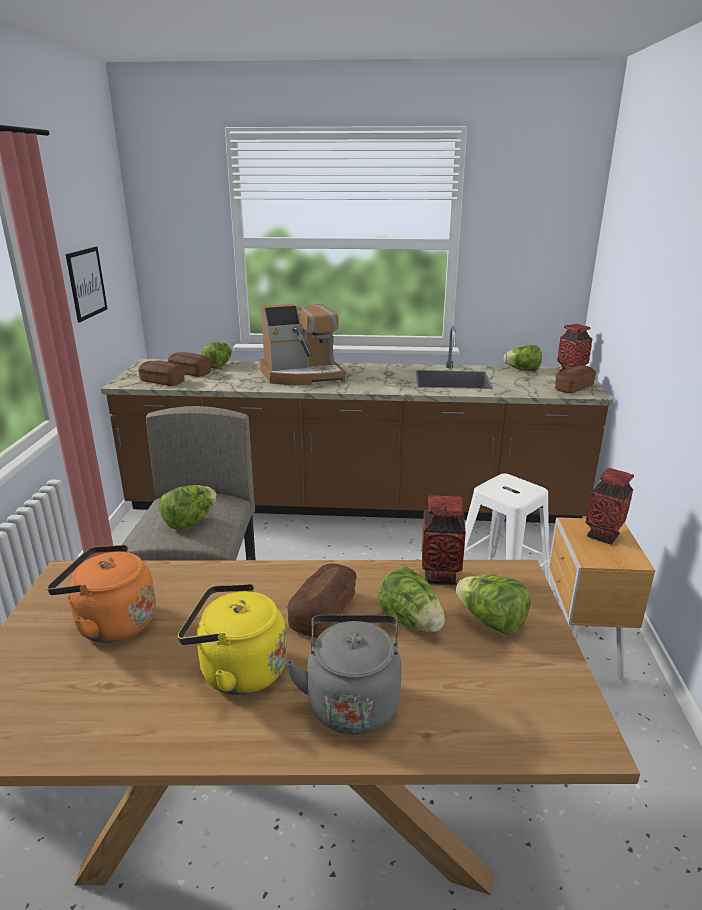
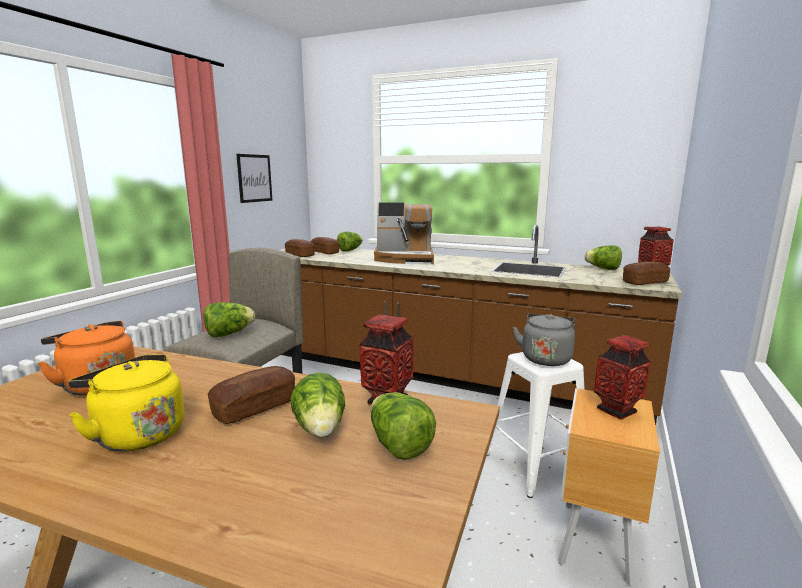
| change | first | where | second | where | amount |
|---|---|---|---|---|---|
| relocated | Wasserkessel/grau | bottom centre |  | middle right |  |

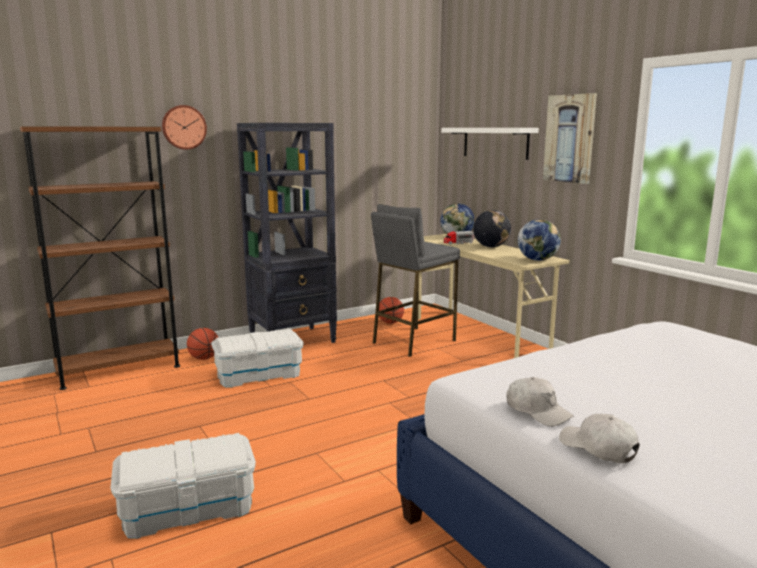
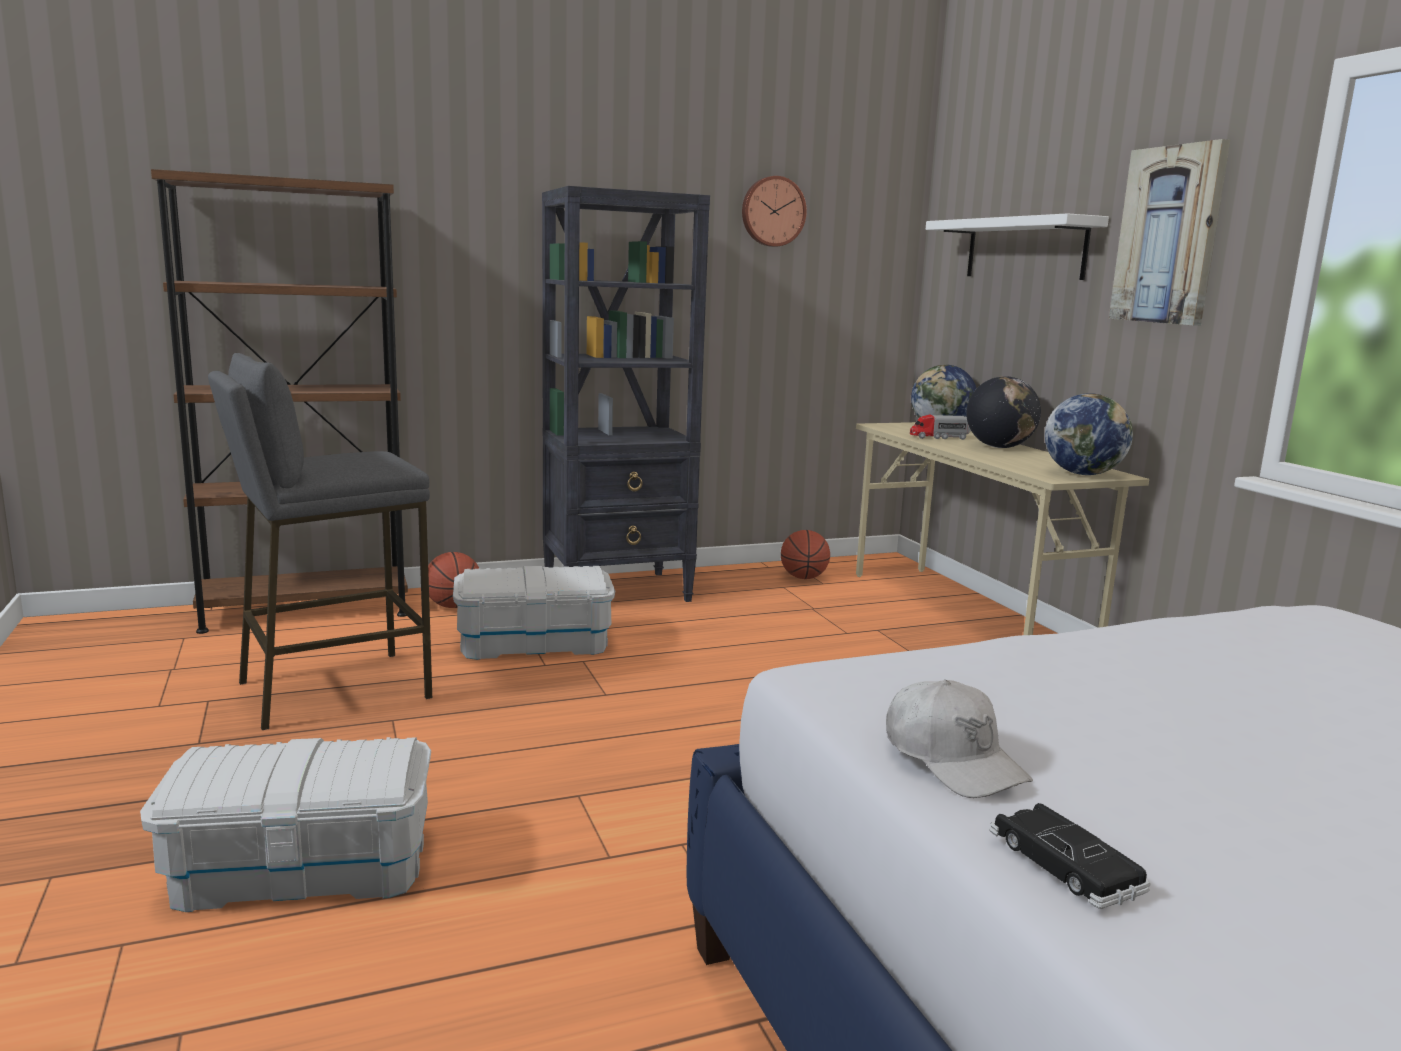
| change | first | where | second | where | amount |
|---|---|---|---|---|---|
| relocated | Hocker/grau | centre |  | middle left |  |
| relocated | Wanduhr | top left |  | top centre |  |
| exchanged | Kappe/weiß (no. 2 from left) | bottom right | Spielzeugauto/schwarz | bottom right |  |

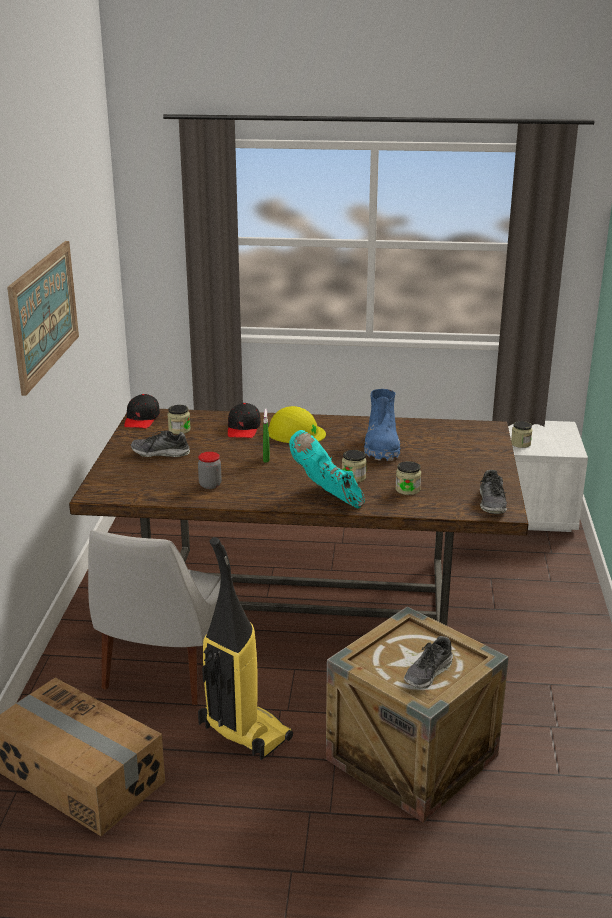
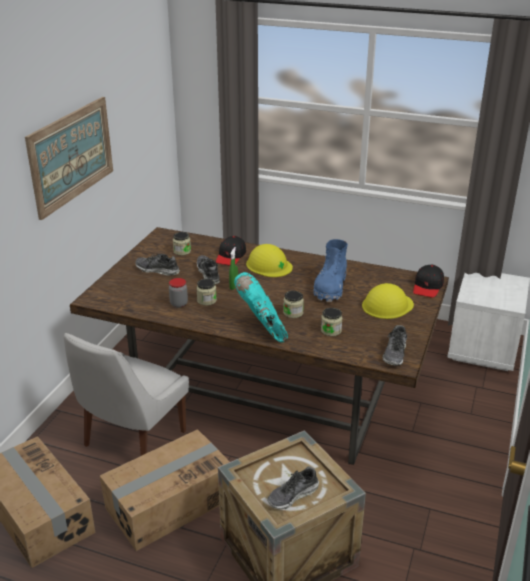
| change | first | where | second | where | amount |
|---|---|---|---|---|---|
| exchanged | Staubsauger | bottom centre | Karton (no. 2 from left) | bottom left |  |
| relocated | Vorratsglas (no. 5 from left in the first image) | middle right | Vorratsglas (no. 3 from left) | centre |  |
| appeared |  |  | Schuh (no. 2 from left) | centre |  |
| appeared |  |  | Schutzhelm/gelb (no. 2 from left) | middle right |  |
| relocated | Kappe/schwarz (no. 1 from left in the first image) | middle left | Kappe/schwarz (no. 2 from left) | middle right |  |

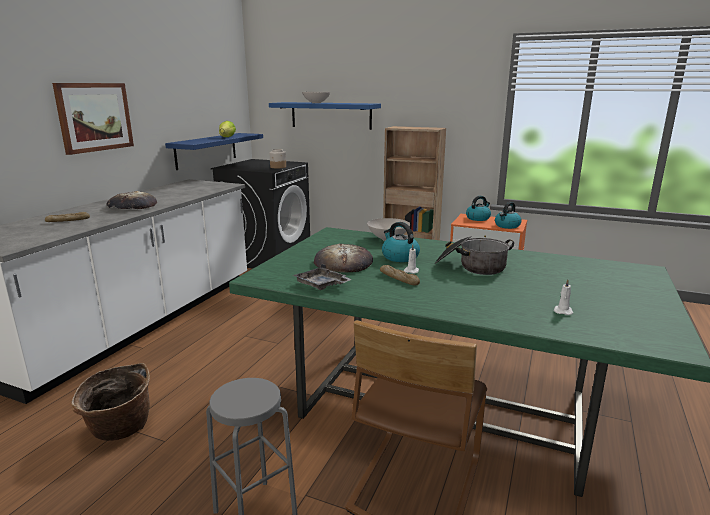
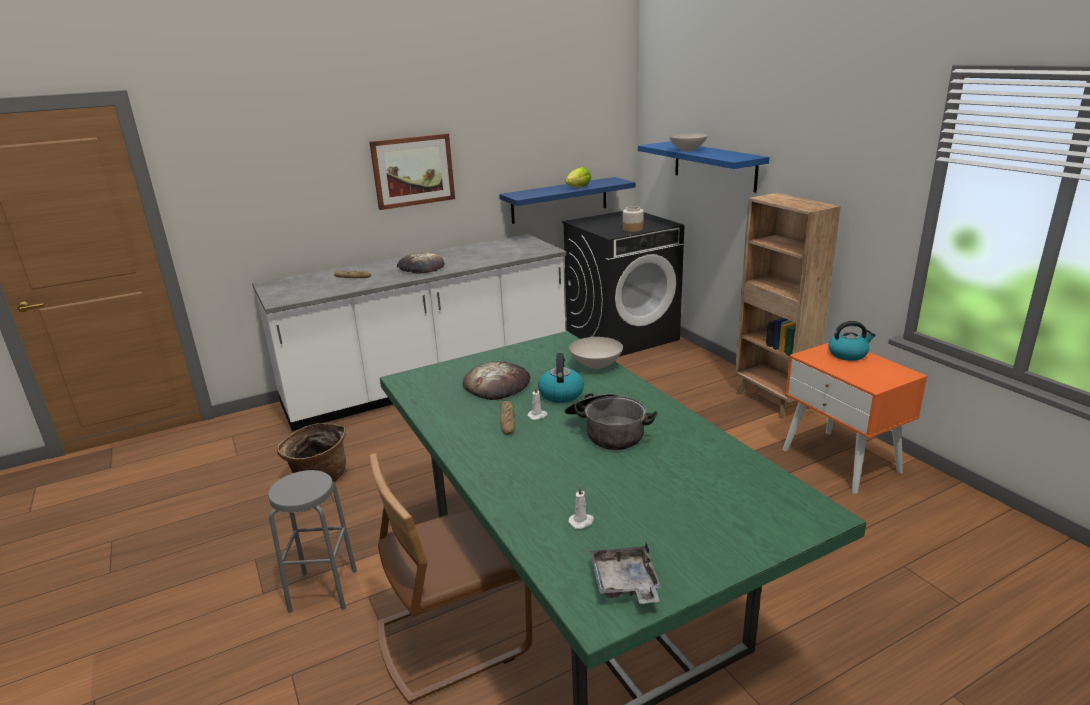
| change | first | where | second | where | amount |
|---|---|---|---|---|---|
| relocated | Tablett/grau | centre |  | bottom centre |  |
| missing | Wasserkessel (no. 3 from left) | middle right |  |  |  |

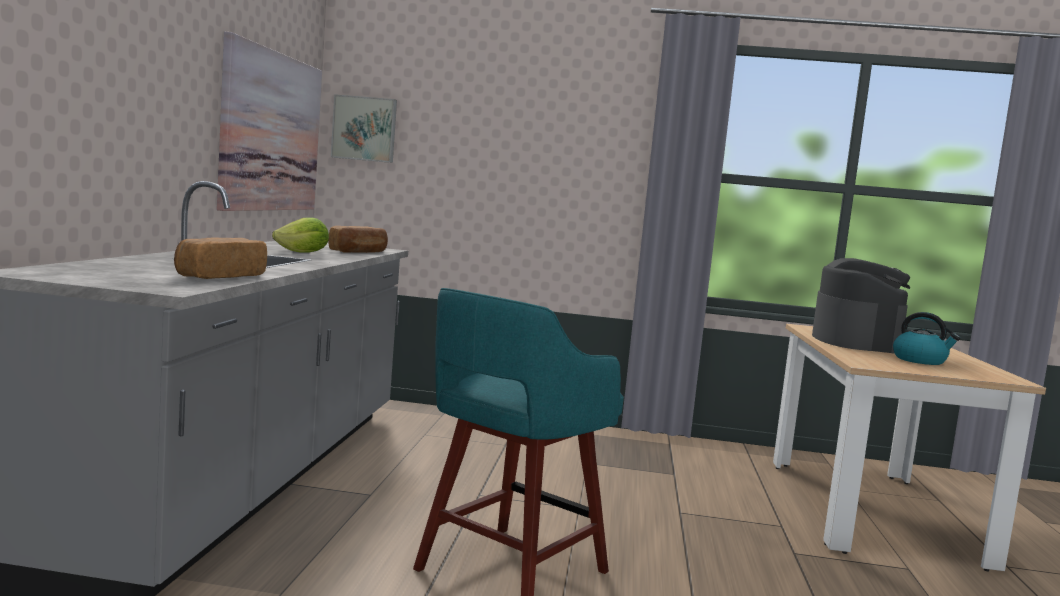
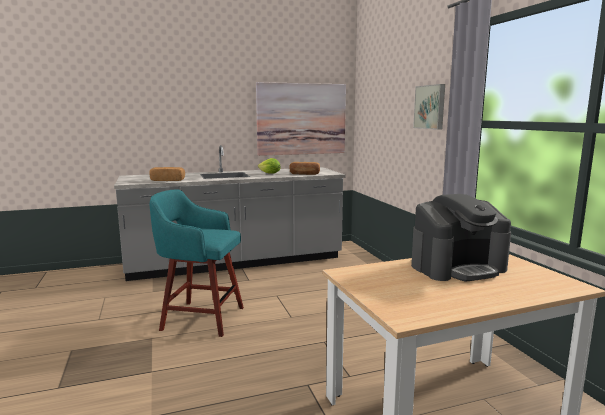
| change | first | where | second | where | amount |
|---|---|---|---|---|---|
| relocated | Bild (no. 2 from left) | top centre |  | top right |  |
| missing | Wasserkessel | middle right |  |  |  |

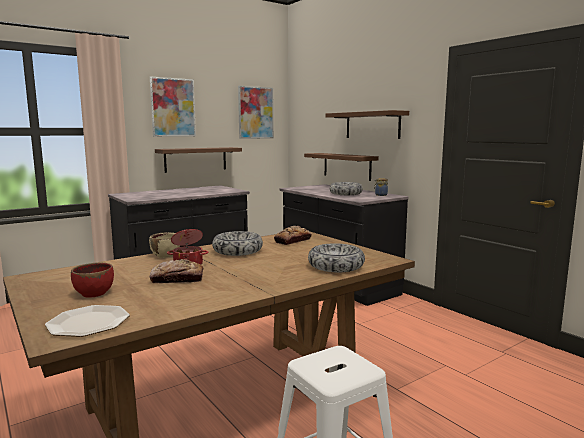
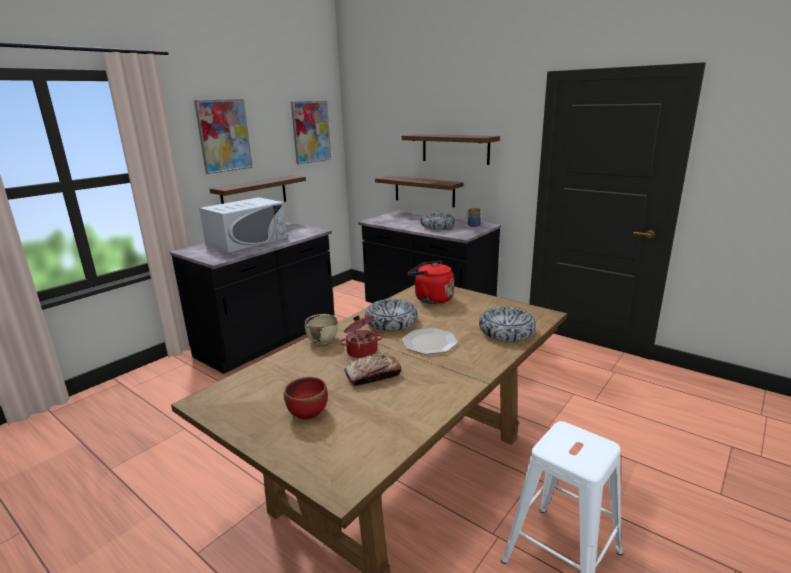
| change | first | where | second | where | amount |
|---|---|---|---|---|---|
| appeared |  |  | Mikrowelle/weiß | middle left |  |
| relocated | Teller | bottom left |  | centre |  |
| exchanged | Brot (no. 2 from left) | centre | Wasserkessel/rot | centre |  |

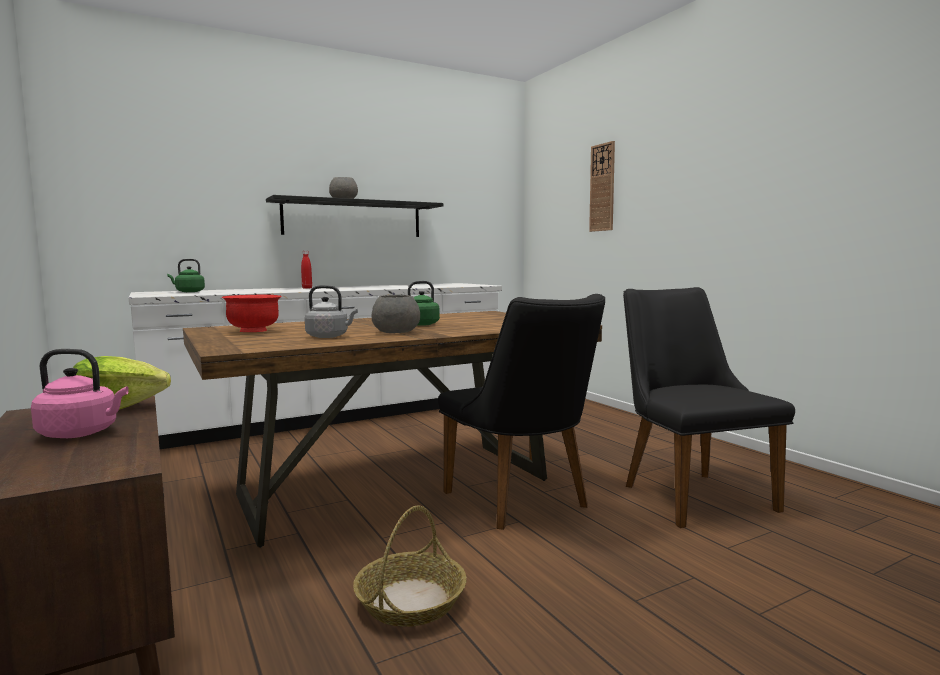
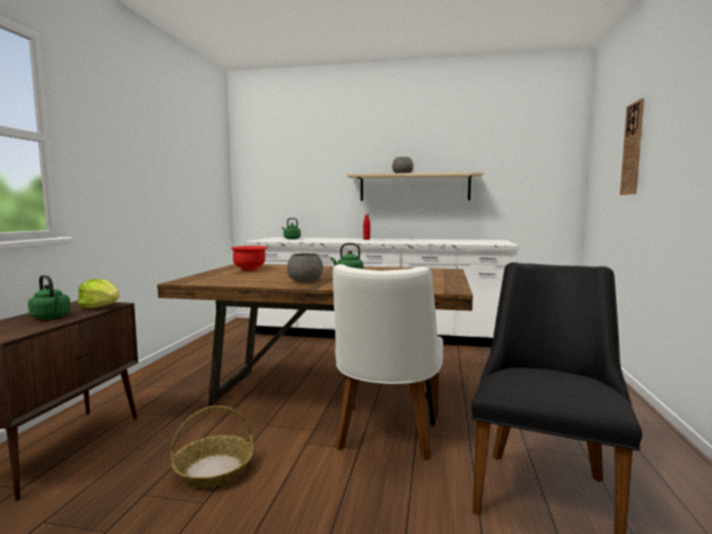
| change | first | where | second | where | amount |
|---|---|---|---|---|---|
| colour | Wasserkessel/rosa | middle left | Wasserkessel/grün (no. 1 from left) | middle left |  |
| colour | Stuhl/schwarz (no. 1 from left) | centre | Stuhl/weiß | bottom centre |  |
| colour | Wandregal/schwarz | top centre | Wandregal/beige | centre |  |
| missing | Wasserkessel/grau | centre |  |  |  |

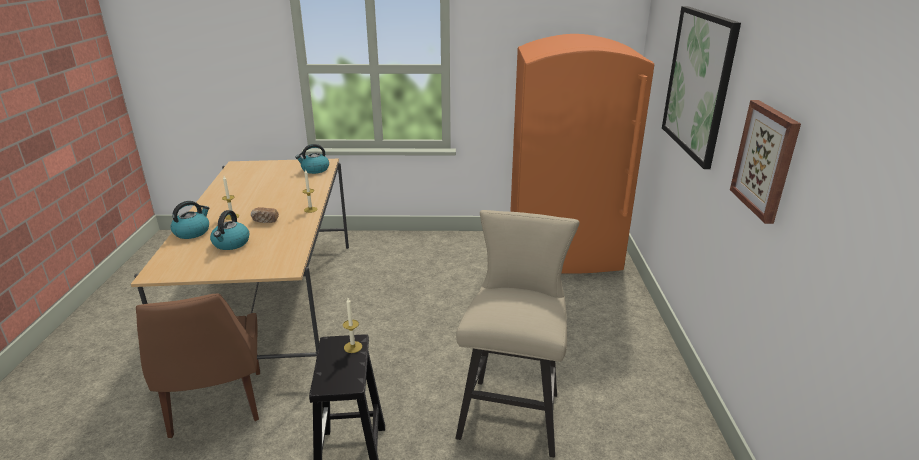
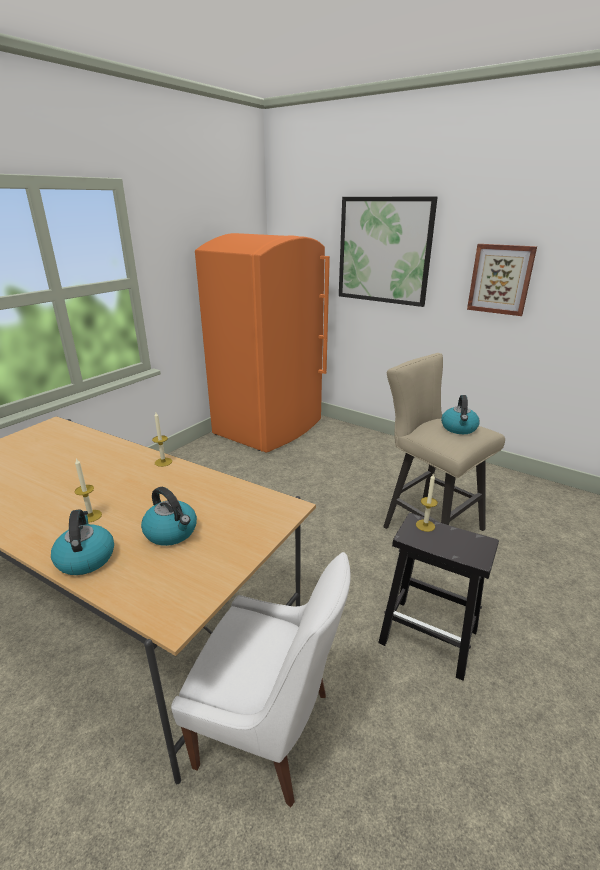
| change | first | where | second | where | amount |
|---|---|---|---|---|---|
| colour | Stuhl/braun | bottom left | Stuhl/weiß | bottom centre |  |
| relocated | Wasserkessel (no. 3 from left) | centre |  | middle right |  |
| missing | Brot | middle left |  |  |  |

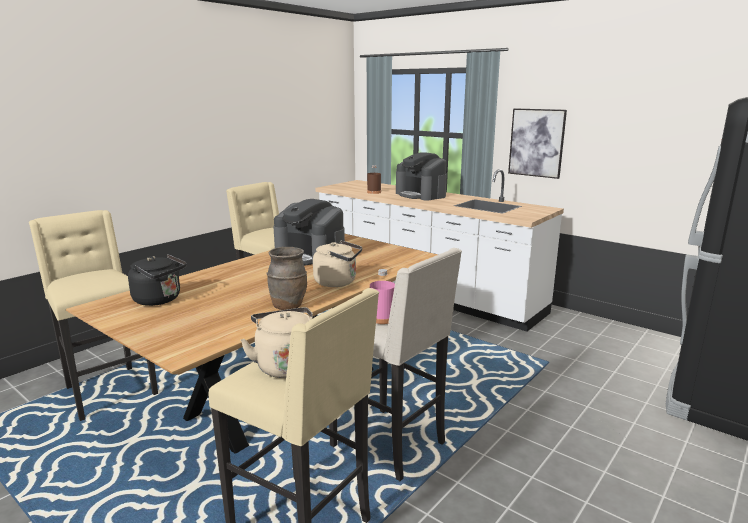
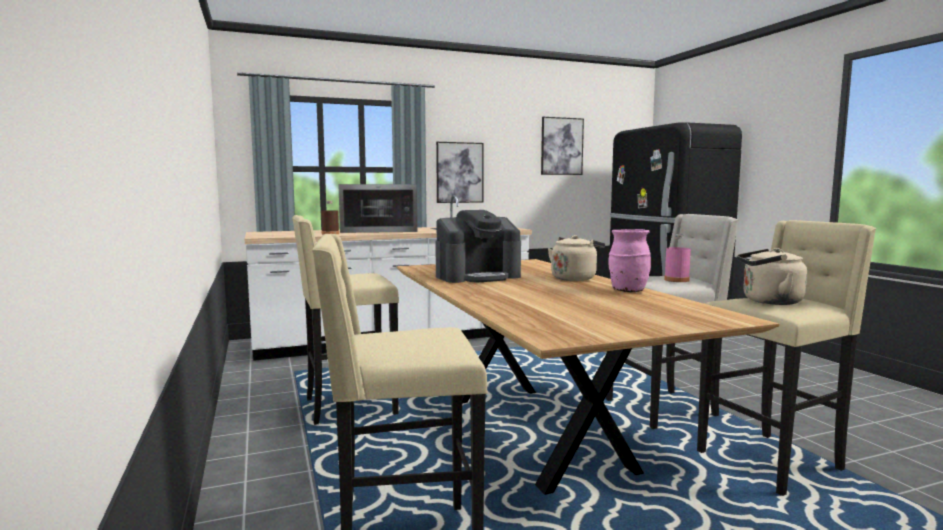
| change | first | where | second | where | amount |
|---|---|---|---|---|---|
| exchanged | Kaffeemaschine (no. 2 from left) | centre | Mikrowelle | centre |  |
| appeared |  |  | Bild (no. 2 from left) | top centre |  |
| colour | Vase/braun | centre | Vase/rosa | middle right |  |
| missing | Wasserkessel/schwarz | middle left |  |  |  |

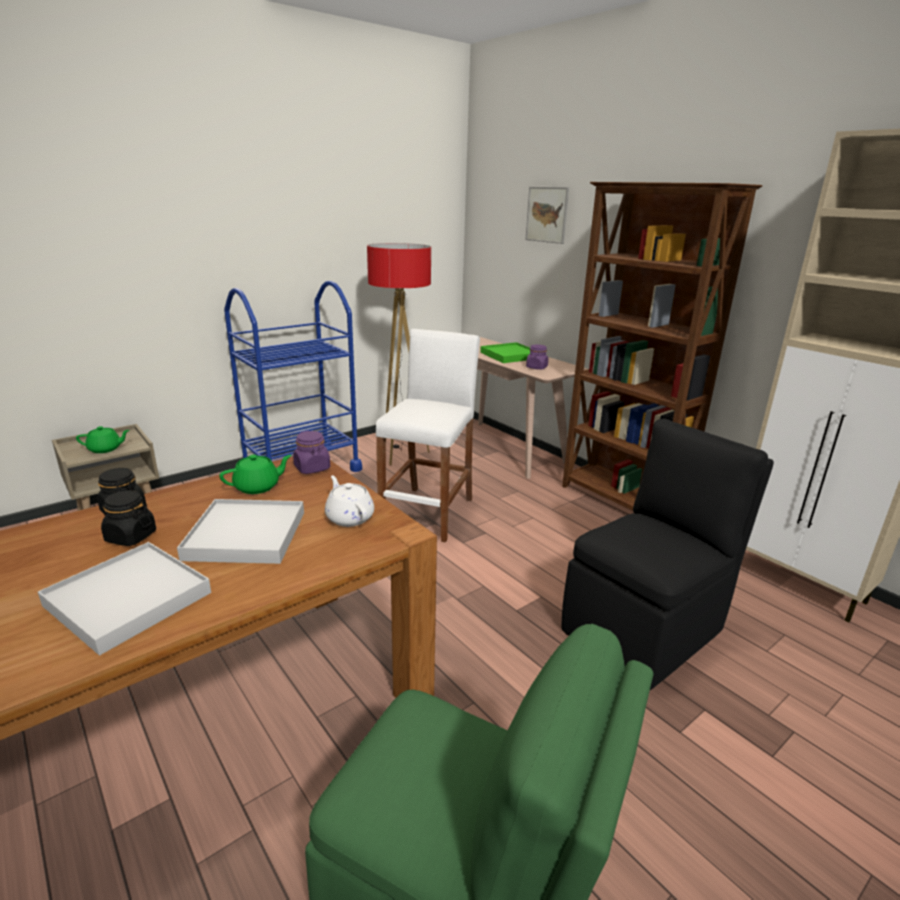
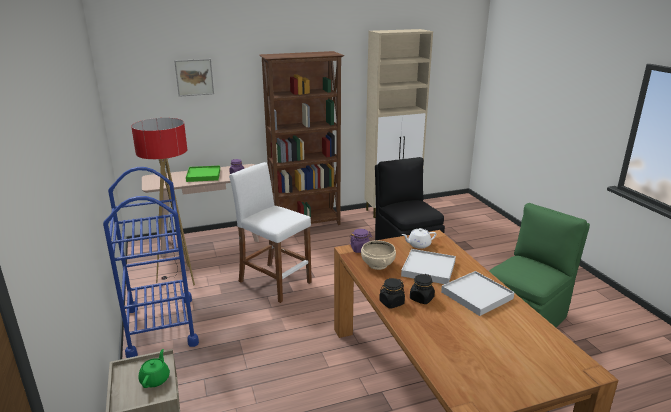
| change | first | where | second | where | amount |
|---|---|---|---|---|---|
| exchanged | Teekanne/grün (no. 2 from left) | middle left | Schüssel/beige | centre |  |

